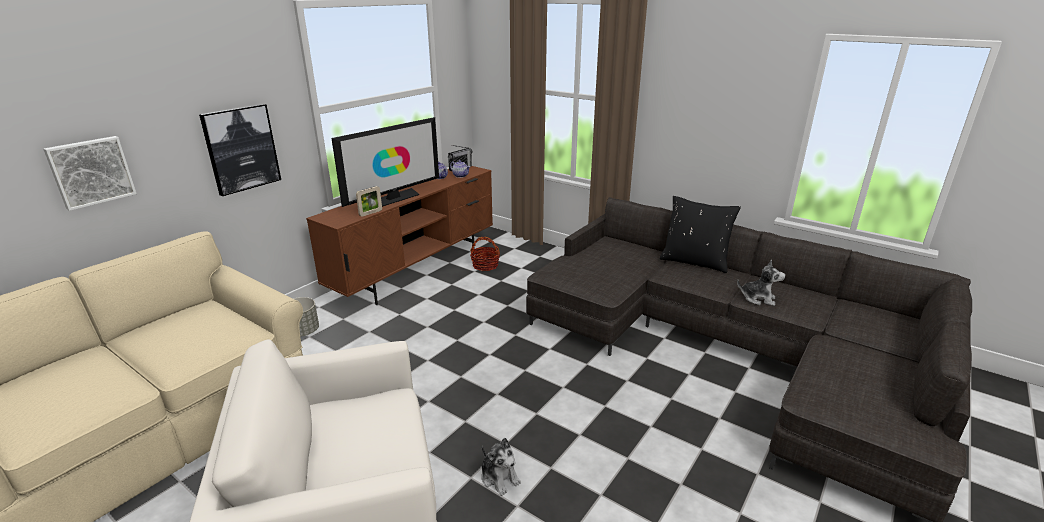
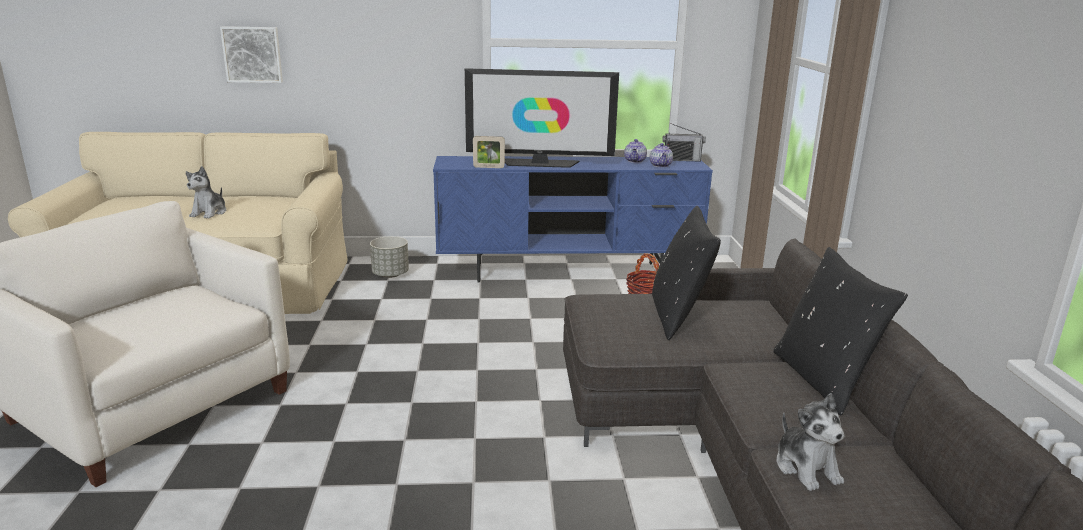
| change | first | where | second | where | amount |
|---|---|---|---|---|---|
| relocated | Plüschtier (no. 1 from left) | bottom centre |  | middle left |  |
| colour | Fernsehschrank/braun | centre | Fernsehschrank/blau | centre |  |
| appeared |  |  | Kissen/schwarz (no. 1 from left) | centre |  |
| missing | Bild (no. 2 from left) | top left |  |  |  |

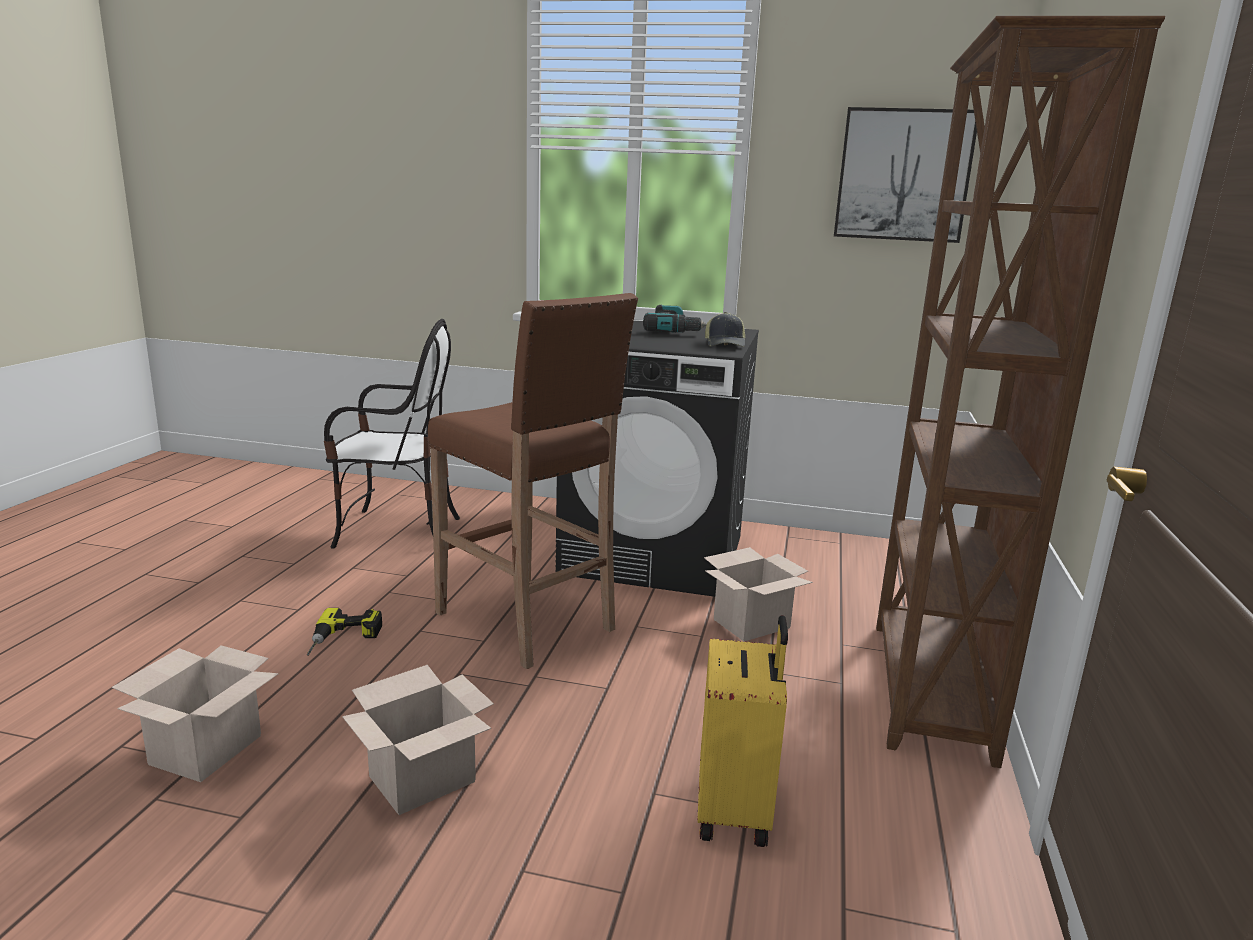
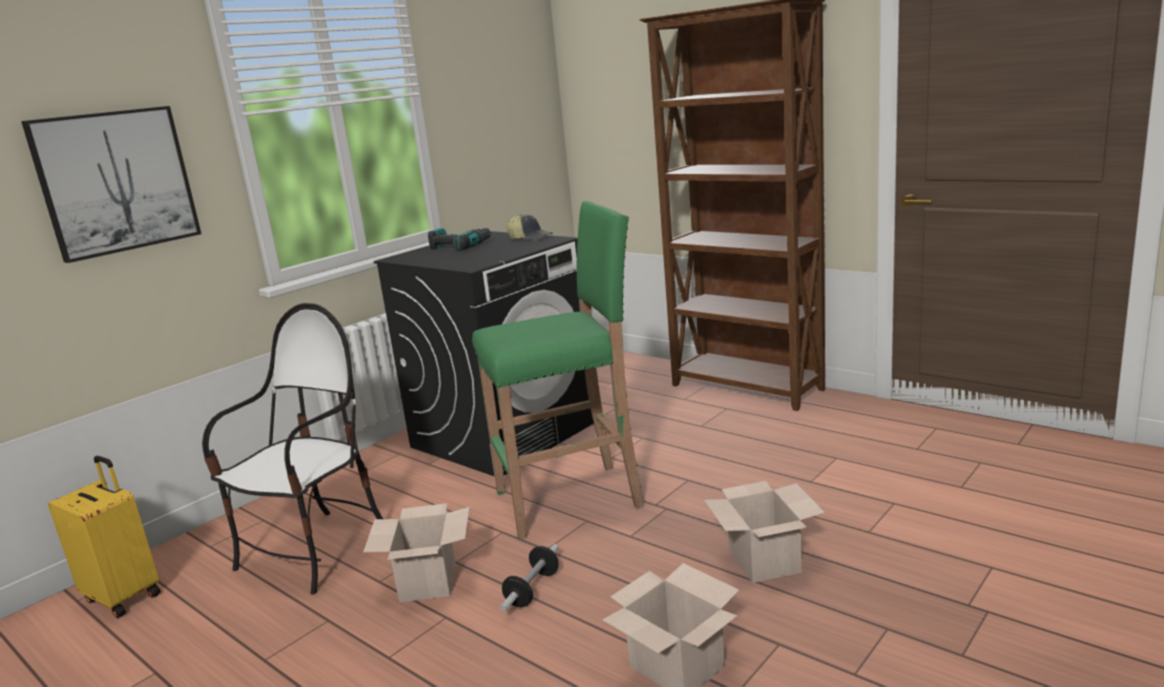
| change | first | where | second | where | amount |
|---|---|---|---|---|---|
| relocated | Bild | top right |  | top left |  |
| relocated | Koffer/gelb | bottom centre |  | bottom left |  |
| relocated | Karton (no. 3 from left in the first image) | centre | Karton (no. 1 from left) | bottom centre |  |
| colour | Hocker/braun | centre | Hocker/grün | centre |  |
| exchanged | Bohrmaschine (no. 1 from left) | bottom left | Hantel | bottom centre |  |

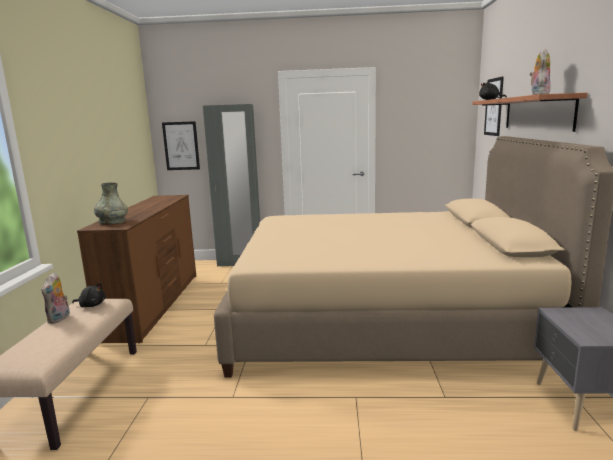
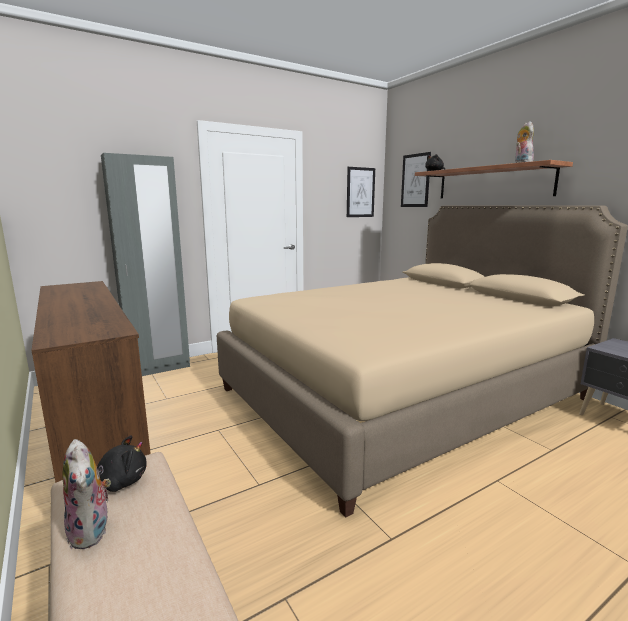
| change | first | where | second | where | amount |
|---|---|---|---|---|---|
| relocated | Bild (no. 1 from left) | top left |  | top centre |  |
| missing | Vase/grau | middle left |  |  |  |

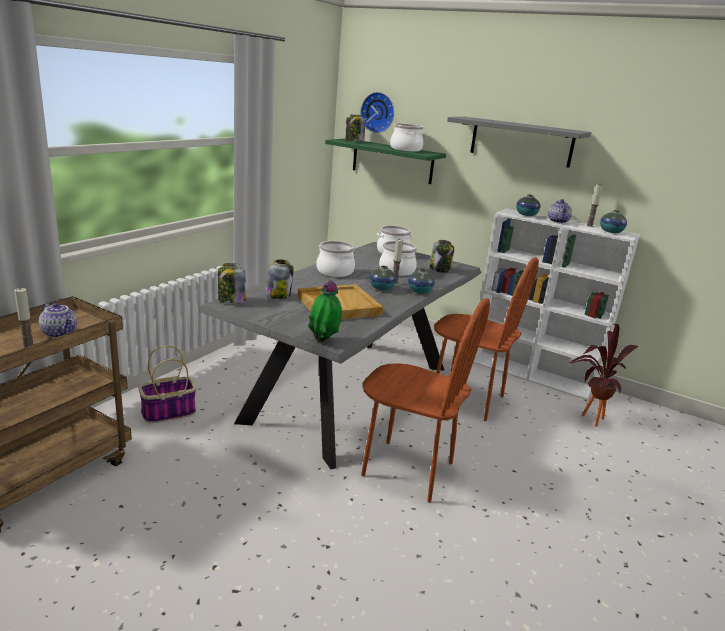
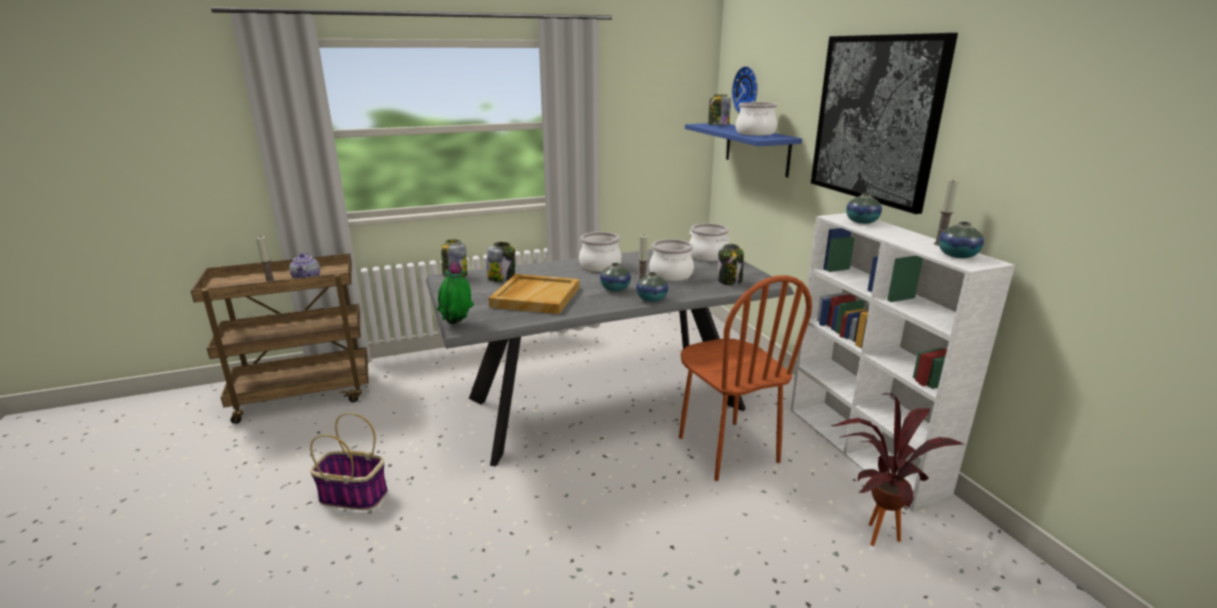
| change | first | where | second | where | amount |
|---|---|---|---|---|---|
| relocated | Korb | middle left |  | bottom left |  |
| colour | Wandregal/grün | top centre | Wandregal/blau | top centre |  |
| exchanged | Wandregal/grau | top right | Bild | top right |  |
| missing | Stuhl/braun (no. 1 from left) | centre |  |  |  |
| missing | Teekanne (no. 2 from left) | middle right |  |  |  |

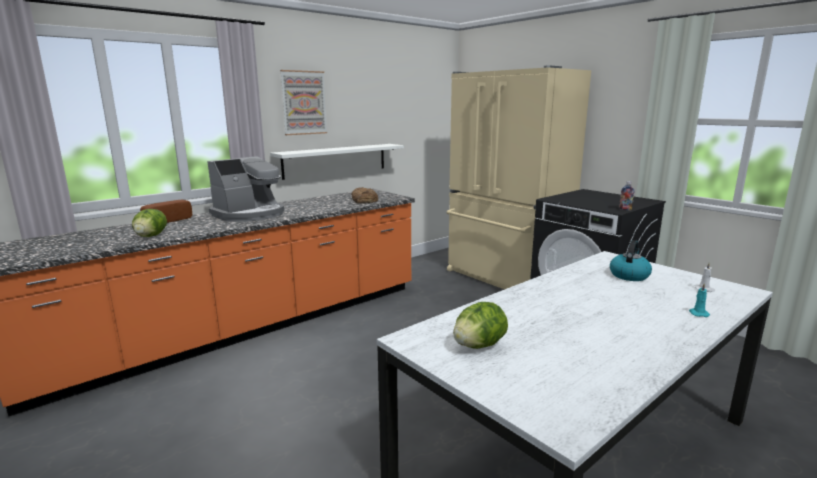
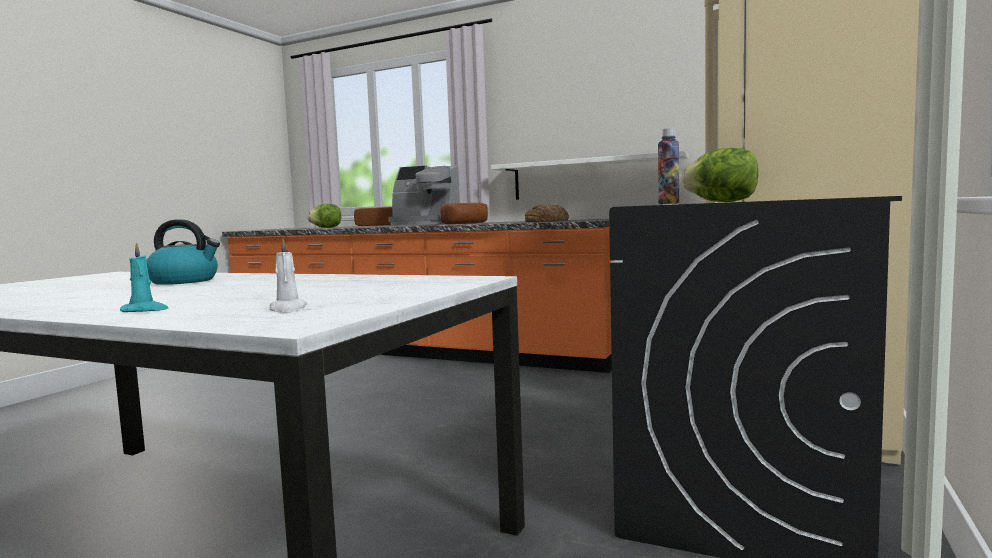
| change | first | where | second | where | amount |
|---|---|---|---|---|---|
| relocated | Wasserkessel | middle right |  | middle left |  |
| appeared |  |  | Brot (no. 2 from left) | centre |  |
| relocated | Salatkopf (no. 2 from left) | bottom centre |  | top right |  |
| missing | Bild | top centre |  |  |  |

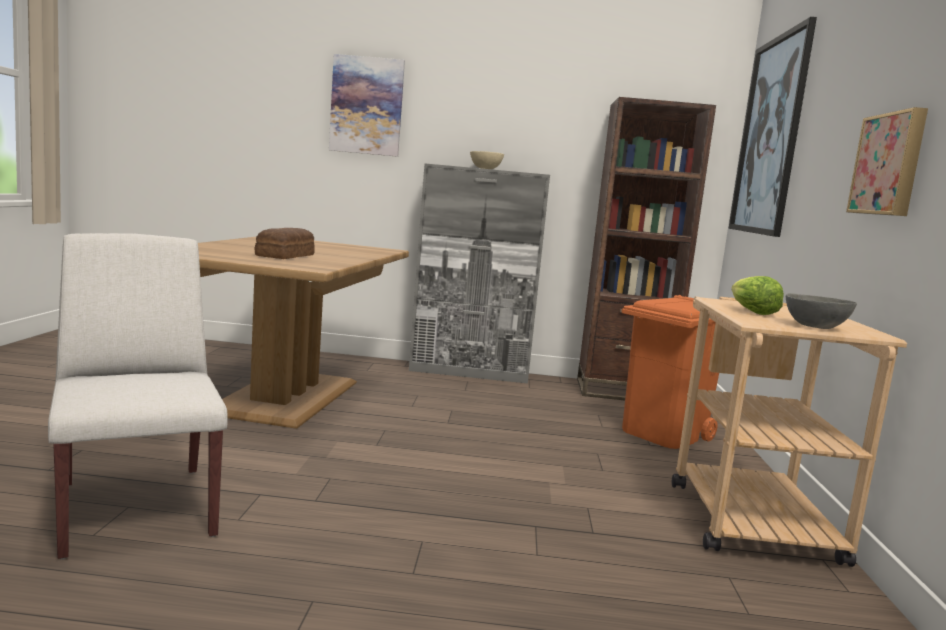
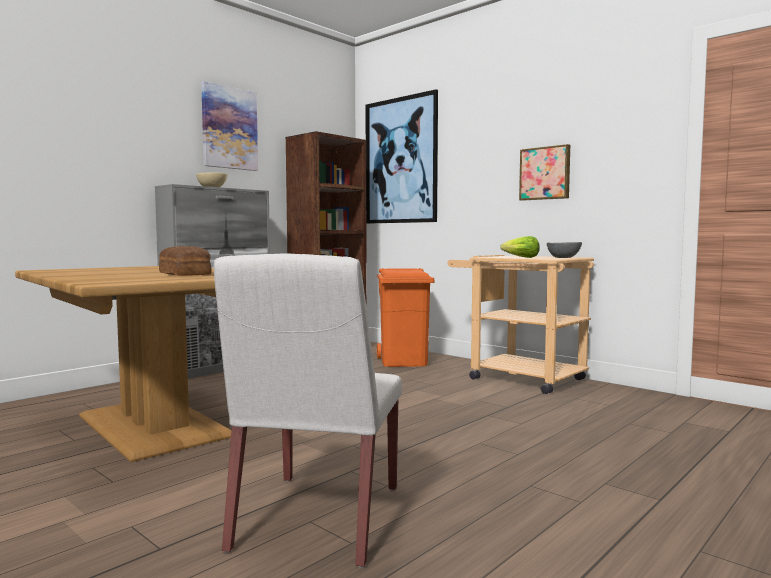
| change | first | where | second | where | amount |
|---|---|---|---|---|---|
| relocated | Bild (no. 1 from left) | top centre |  | top left |  |
| spun | Stuhl/weiß | middle left |  | bottom centre | 90 degrees counterclockwise |

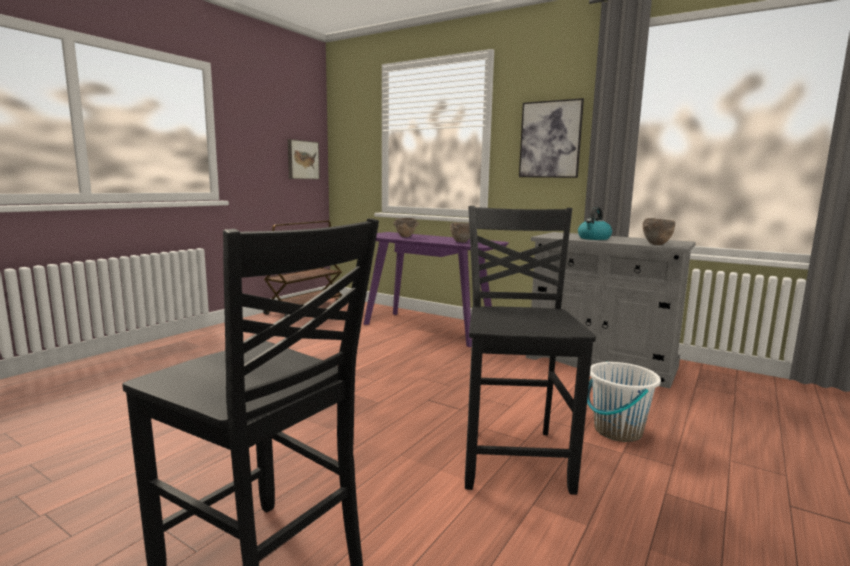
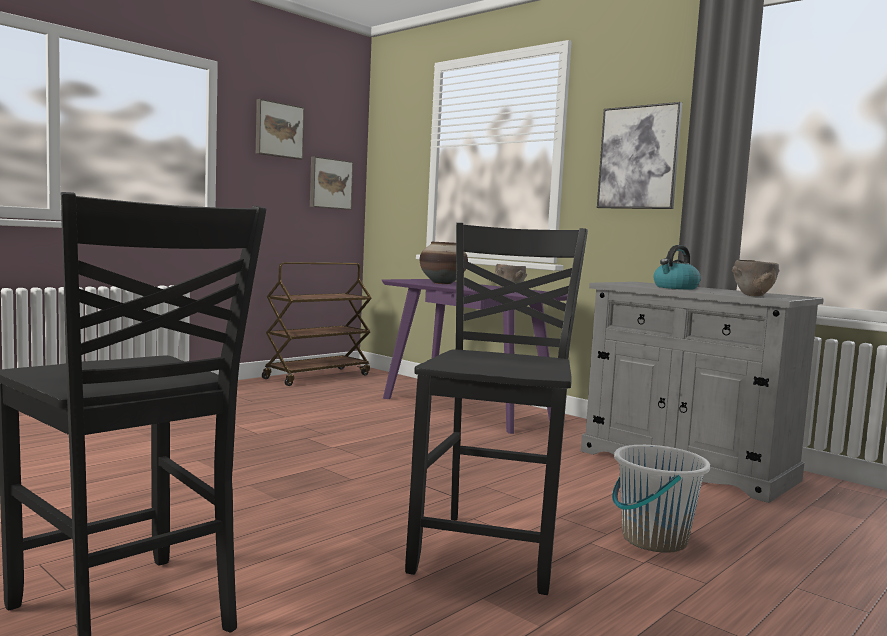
| change | first | where | second | where | amount |
|---|---|---|---|---|---|
| appeared |  |  | Bild (no. 1 from left) | top left |  |
| exchanged | Schüssel/braun (no. 1 from left) | centre | Vase | centre |  |

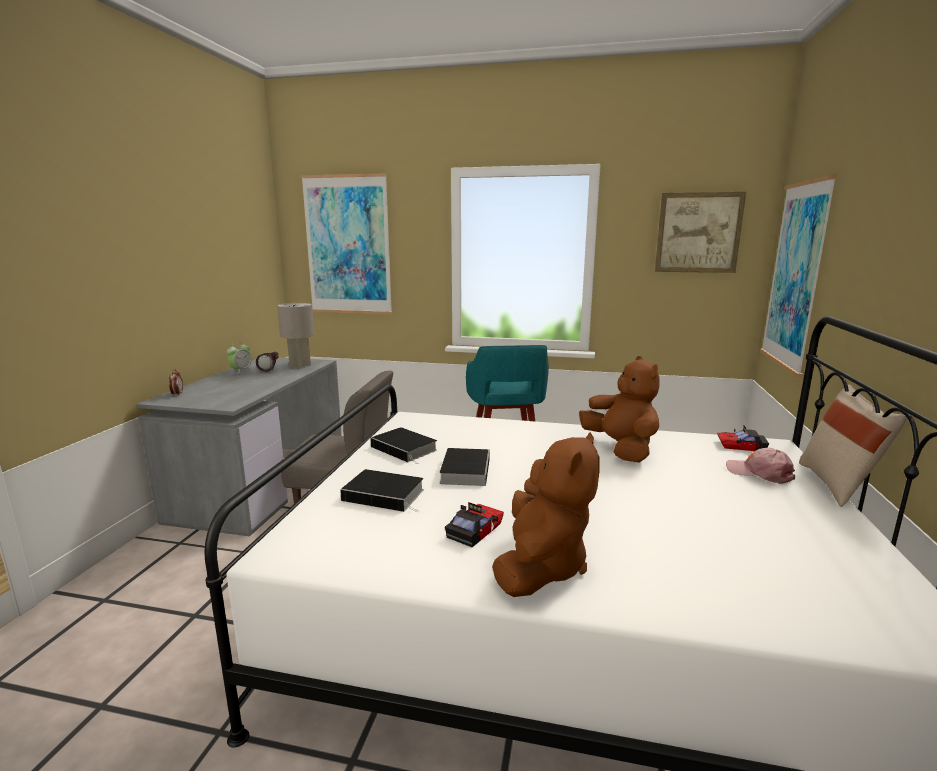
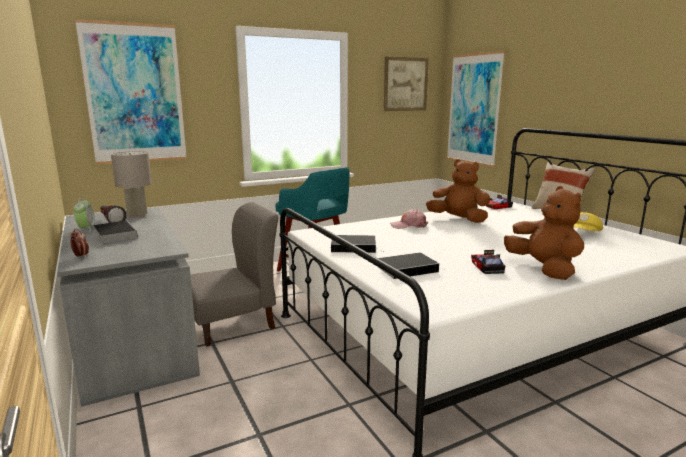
| change | first | where | second | where | amount |
|---|---|---|---|---|---|
| relocated | Buch (no. 3 from left in the first image) | centre | Buch (no. 1 from left) | middle left |  |
| relocated | Kappe/rosa | middle right |  | centre |  |
| appeared |  |  | Kappe/gelb | middle right |  |

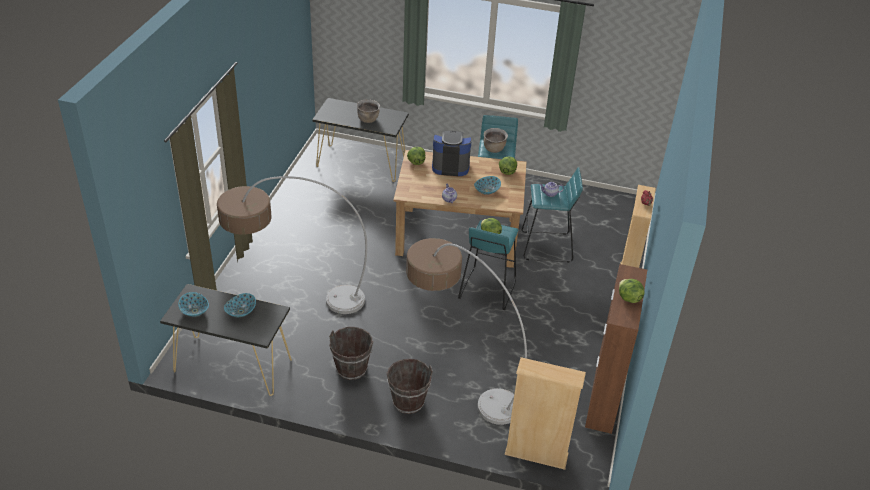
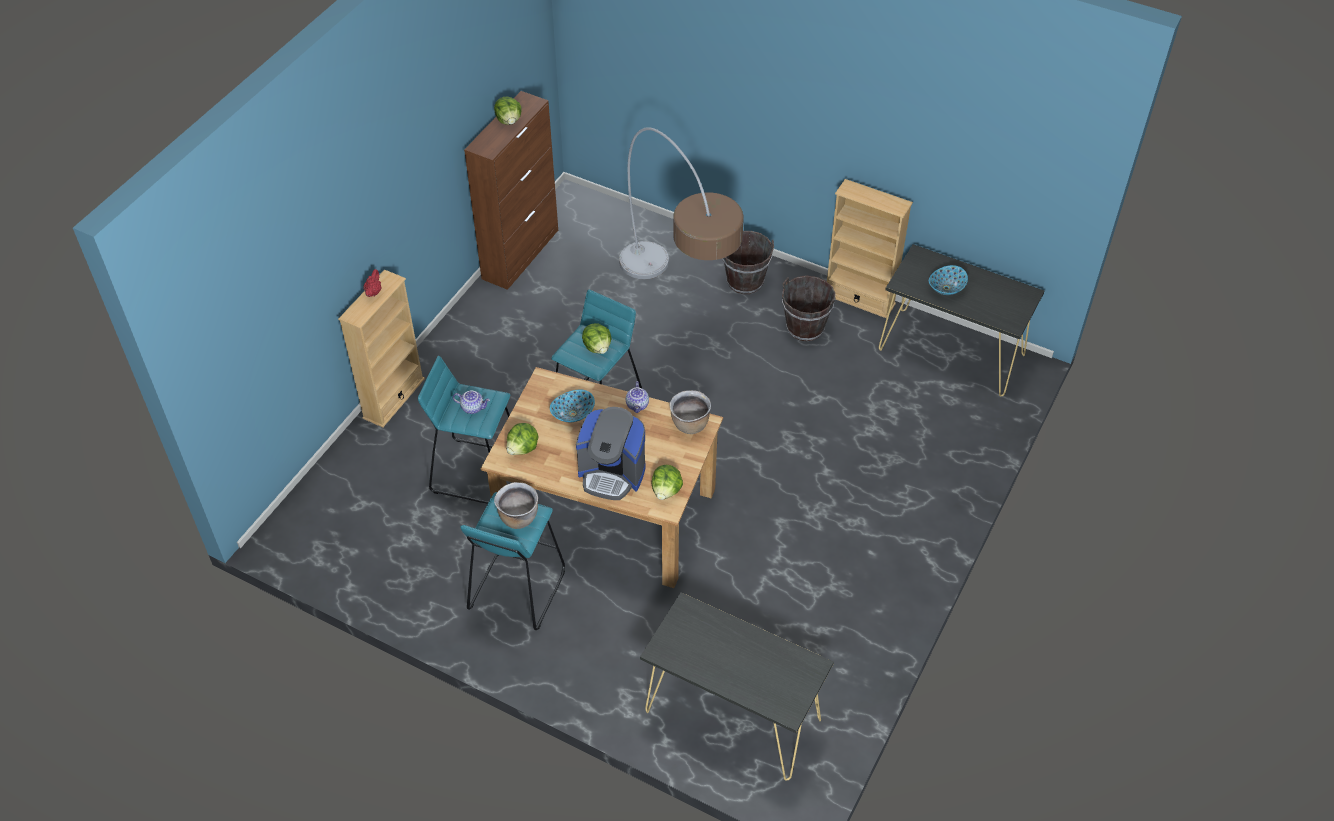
| change | first | where | second | where | amount |
|---|---|---|---|---|---|
| relocated | Kochtopf/braun (no. 1 from left in the first image) | top centre | Kochtopf/braun (no. 2 from left) | centre |  |
| relocated | Bücherregal/beige (no. 1 from left in the first image) | bottom centre | Bücherregal/beige (no. 2 from left) | top centre |  |
| missing | Schüssel (no. 1 from left) | middle left |  |  |  |
| missing | Stehlampe (no. 1 from left) | centre |  |  |  |

